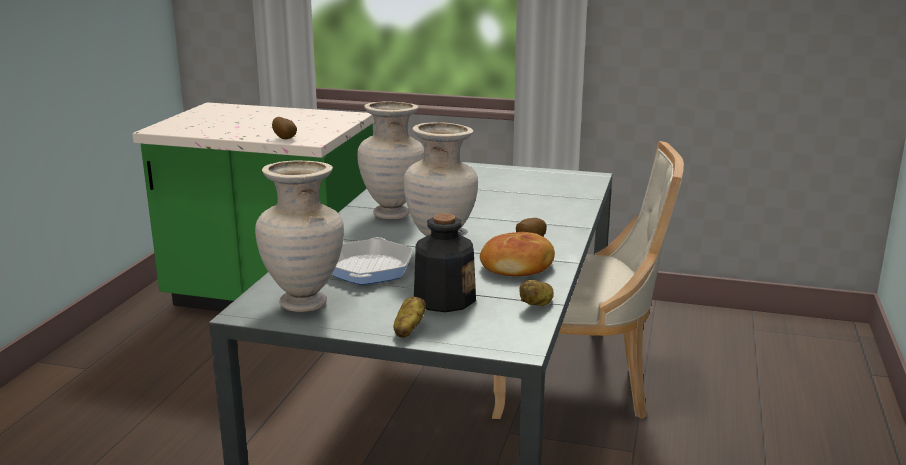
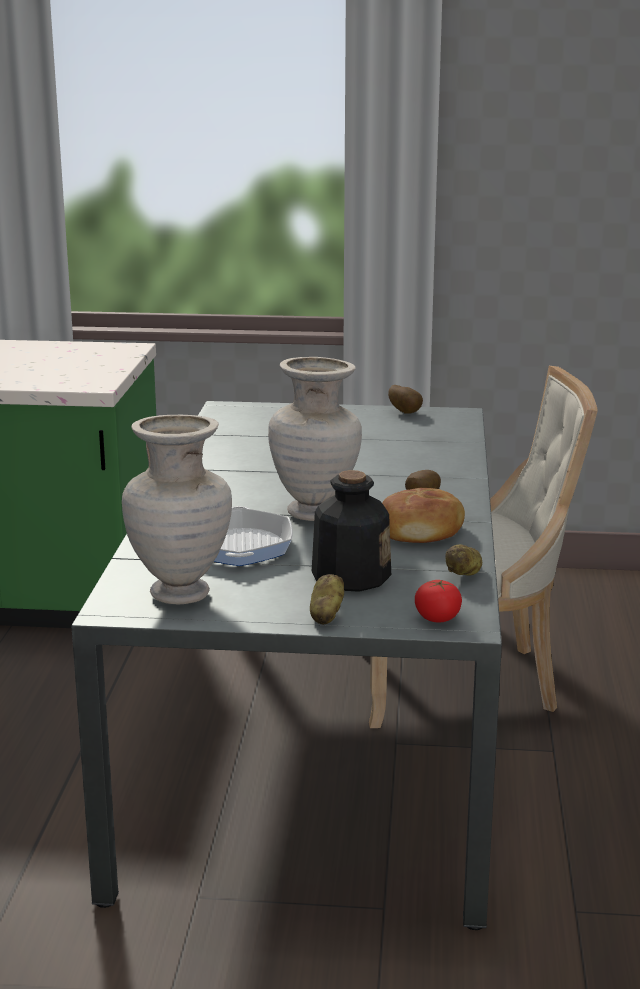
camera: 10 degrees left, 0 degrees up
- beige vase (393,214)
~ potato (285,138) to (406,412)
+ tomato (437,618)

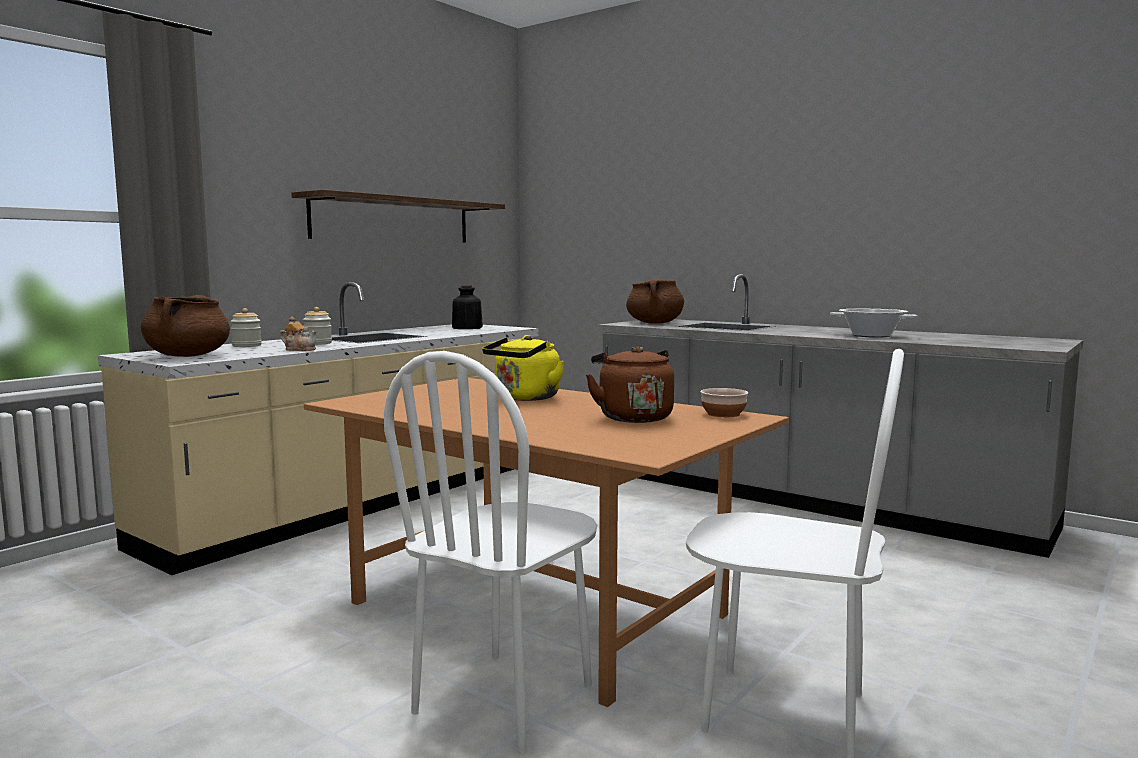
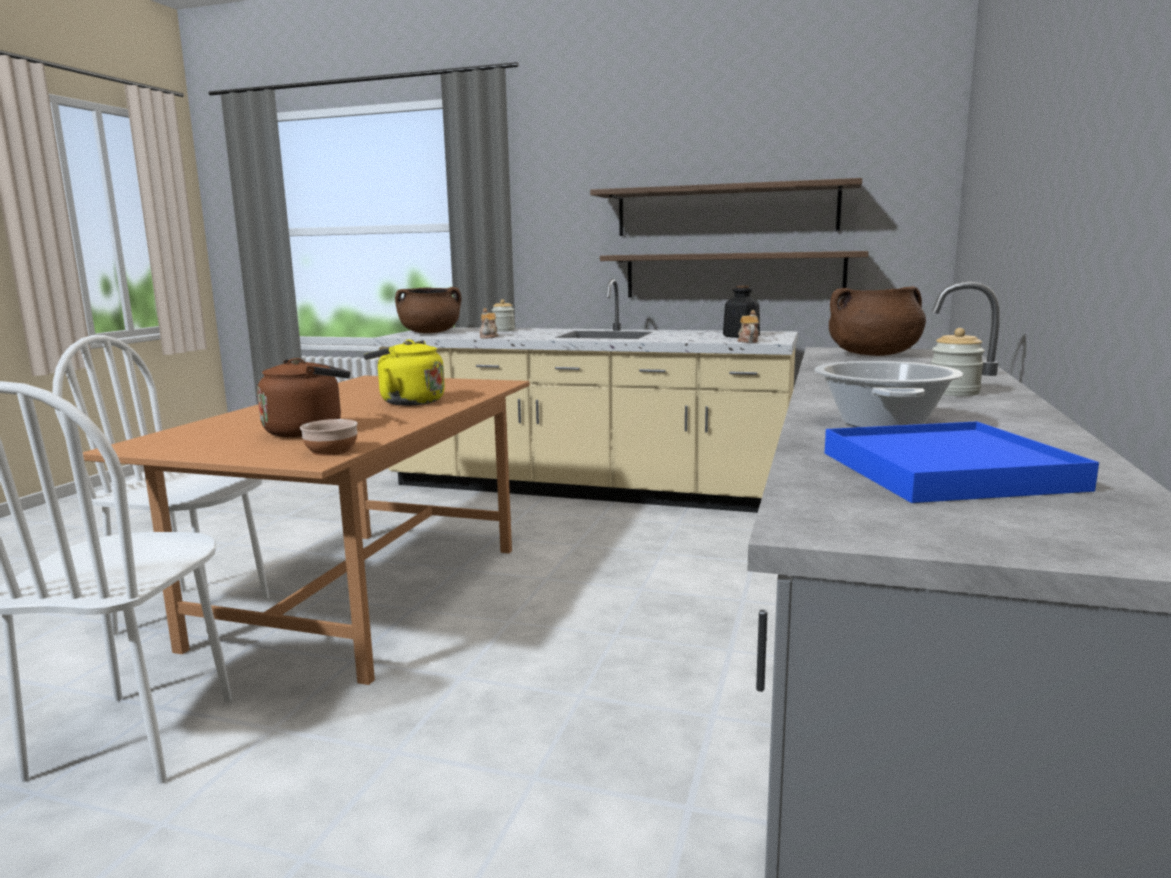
camera: 70 degrees right, 5 degrees up
~ jar (318,343) to (954,392)
+ shelf (733,275)
+ teapot (747,341)
+ blue tray (946,471)

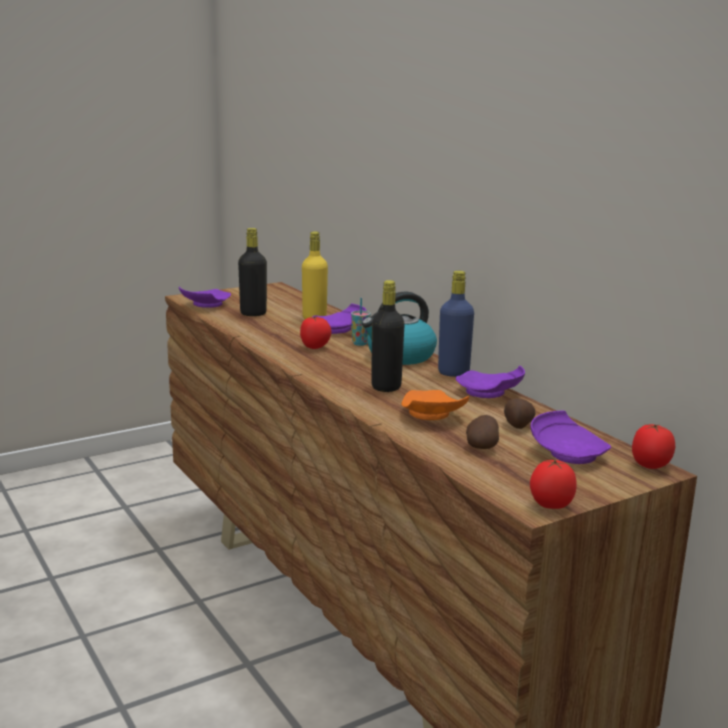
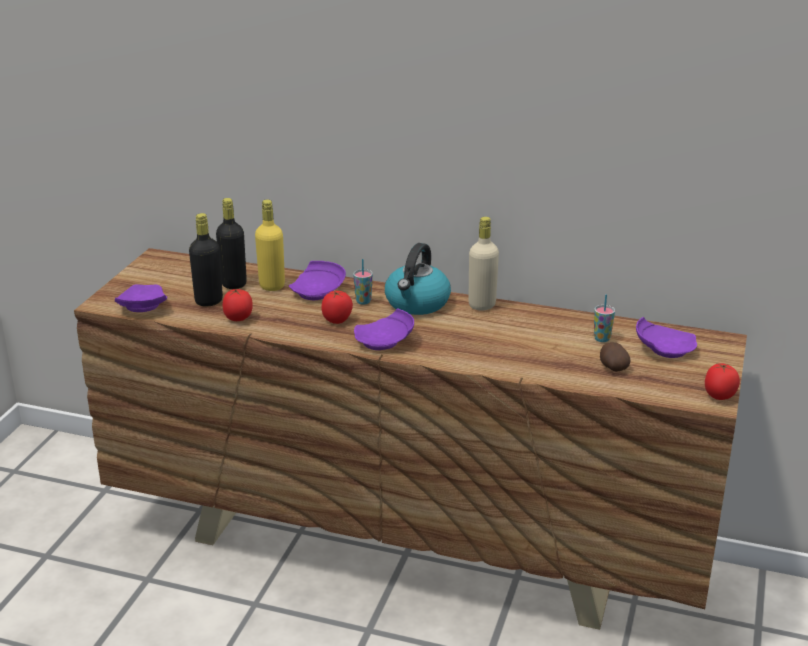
camera: 40 degrees left, 10 degrees up
~ blue bottle (453,373) to beige bottle (482,305)
~ black bottle (386,387) to (234,284)
~ purple plate (490,393) to (385,342)
- orange plate (430,416)
~ potato (518,425) to cup (602,339)
~ tomato (650,466) to (238,319)

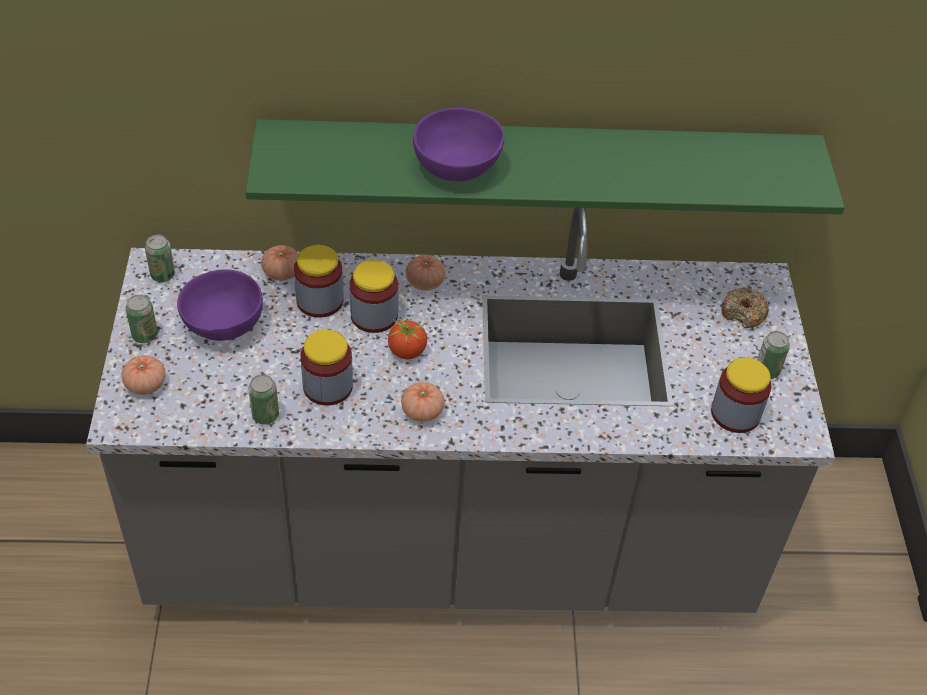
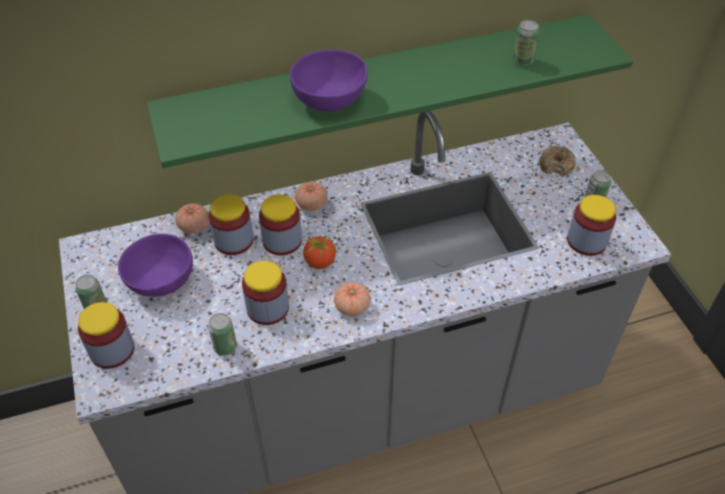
camera: 15 degrees left, 0 degrees up
~ can (163,275) to (522,61)
~ tomato (145,384) to jar (112,350)

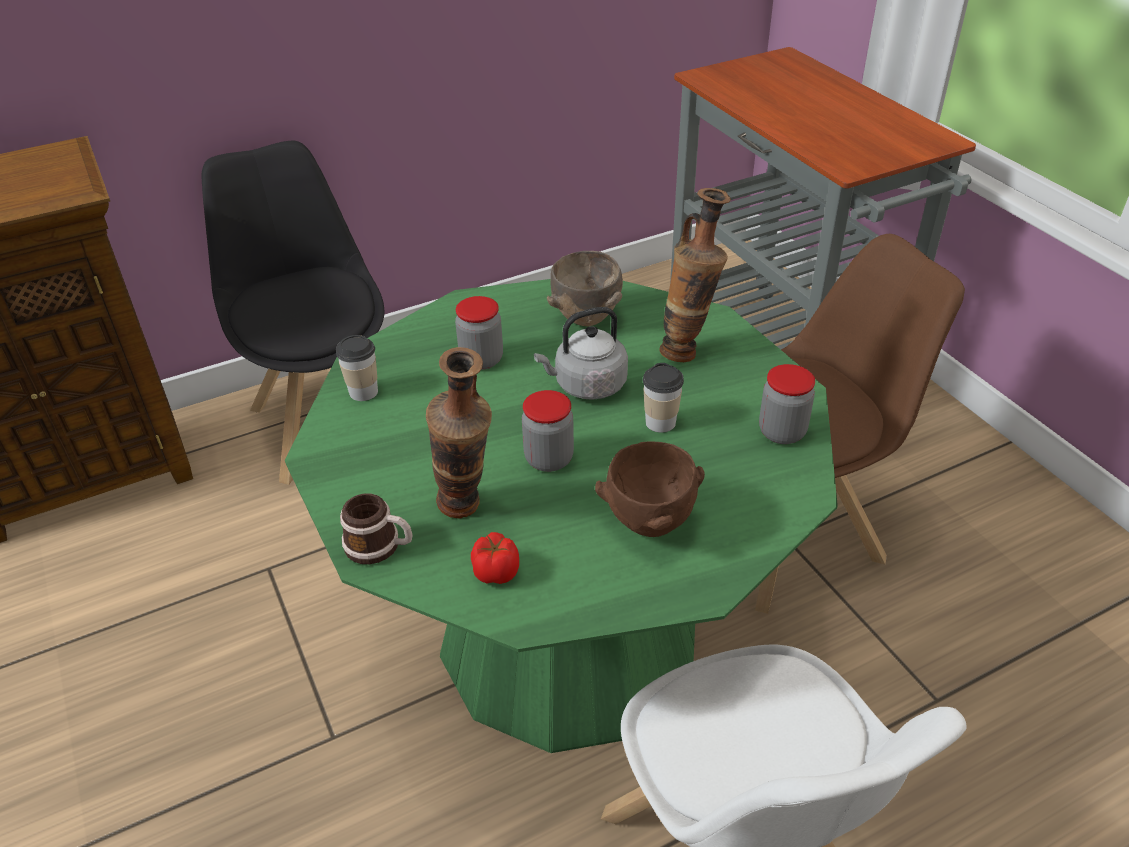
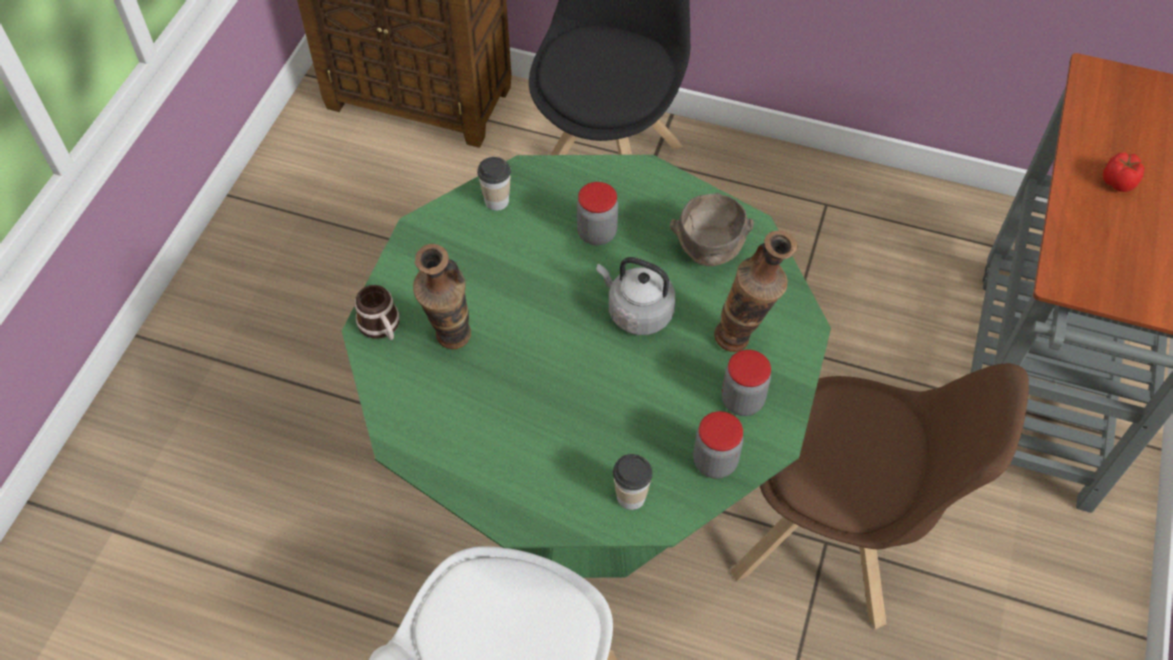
camera: 45 degrees right, 15 degrees up
~ cup (660,422) to (631,496)
~ jar (549,459) to (742,400)
- brown bowl (649,523)
~ tomato (496,571) to (1118,181)

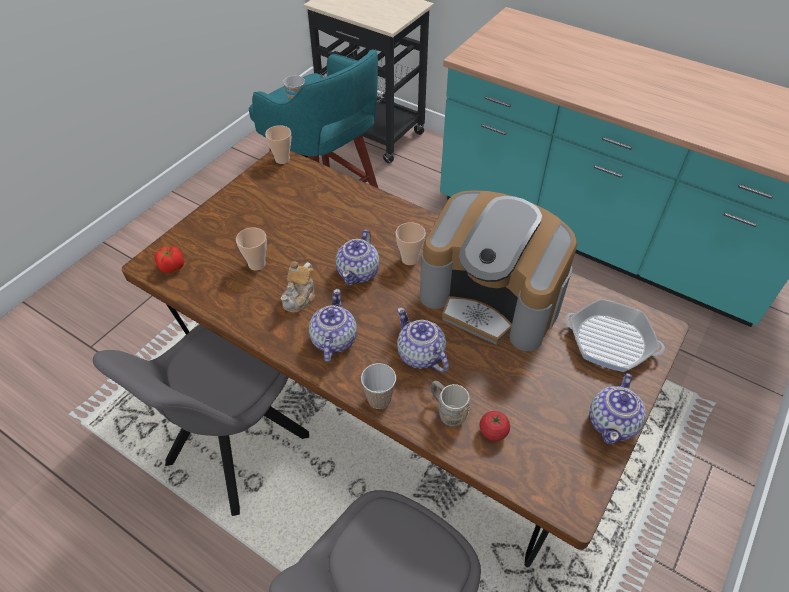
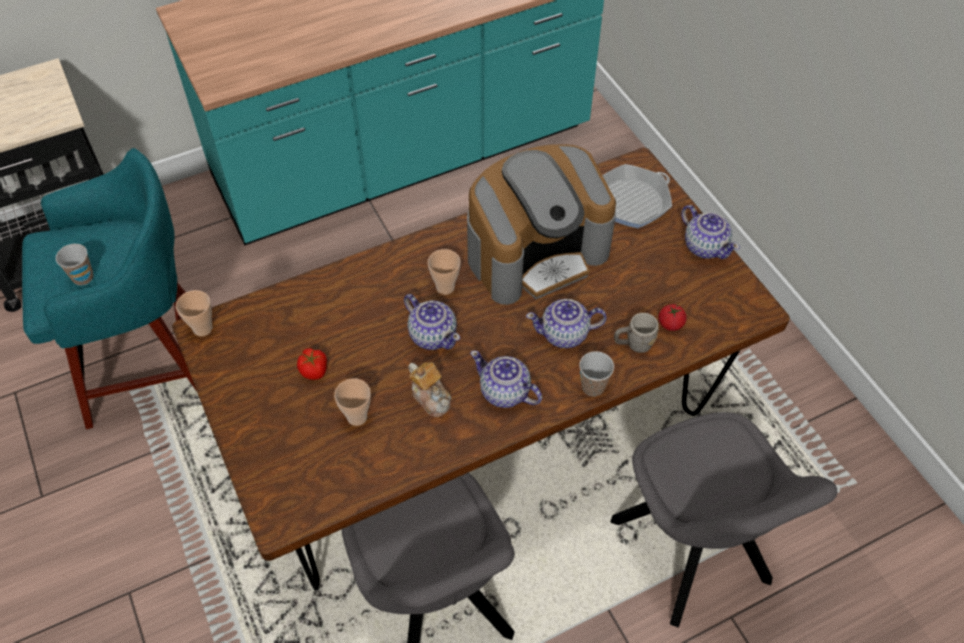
camera: 60 degrees left, 5 degrees up
~ tomato (172,267) to (314,370)

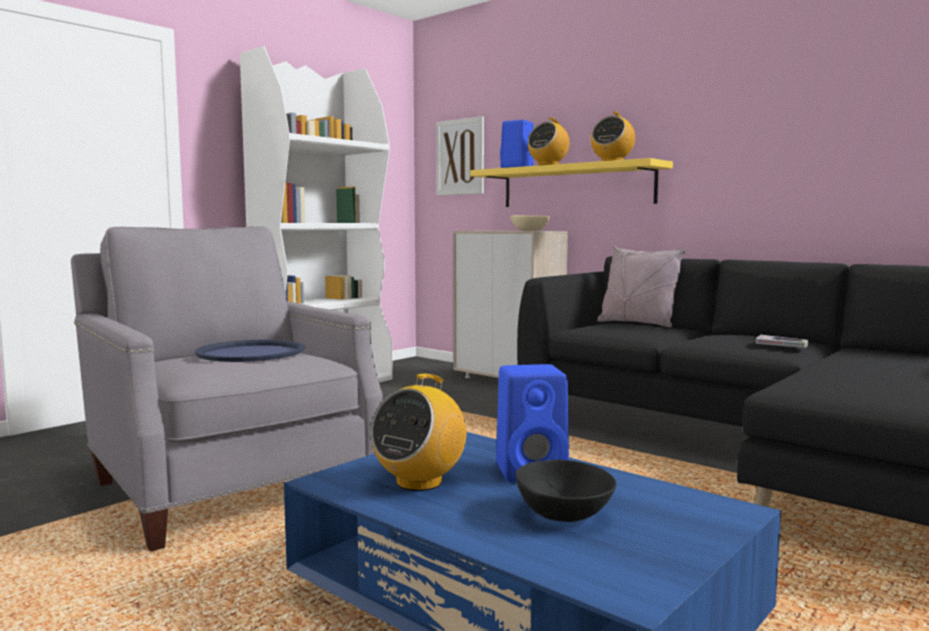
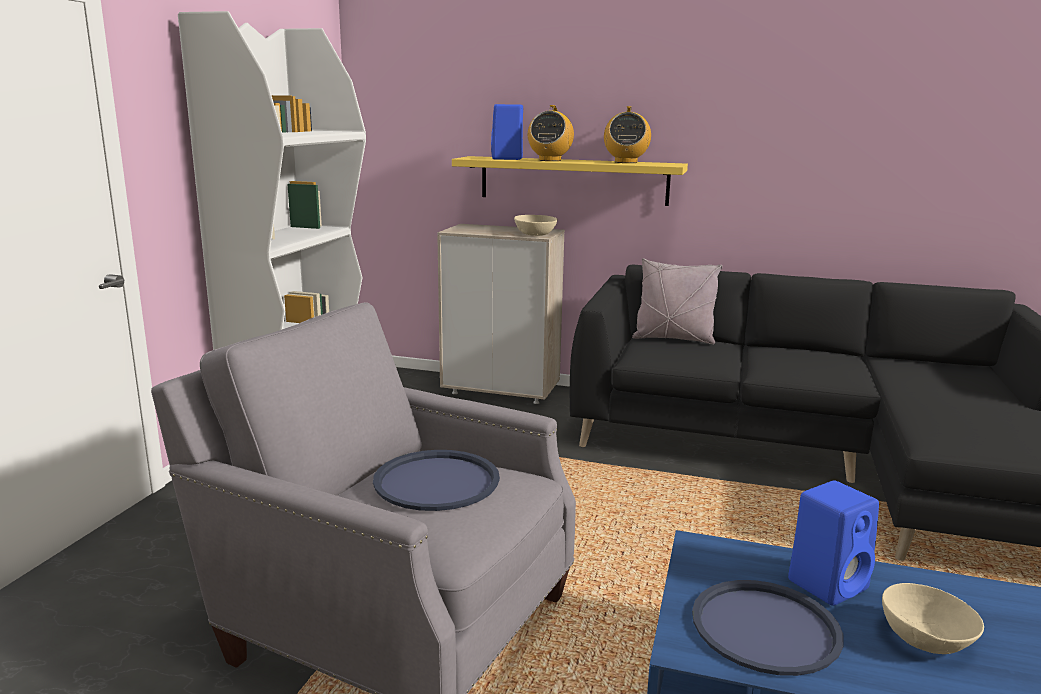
camera: 25 degrees left, 10 degrees up
- picture (460,157)
- book (781,346)
~ radio (419,482) to blue tray (765,627)
~ black bowl (564,514) to beige bowl (925,639)

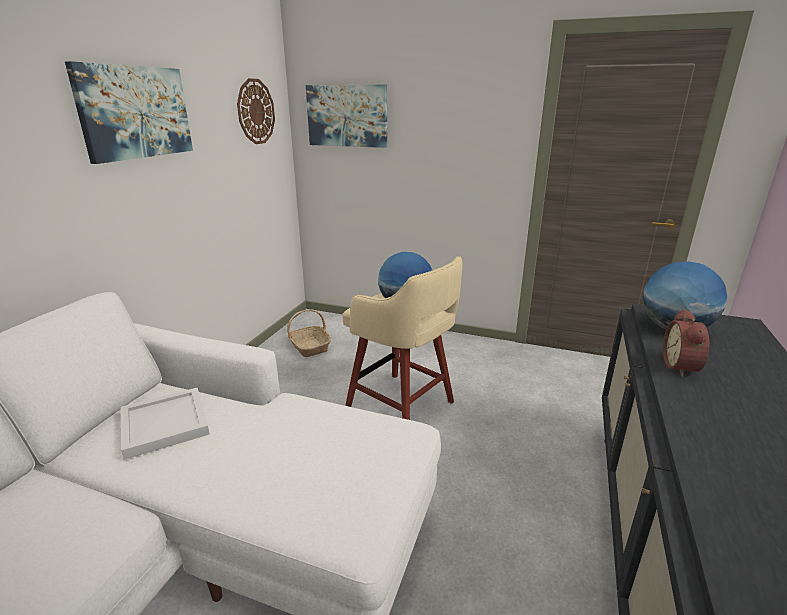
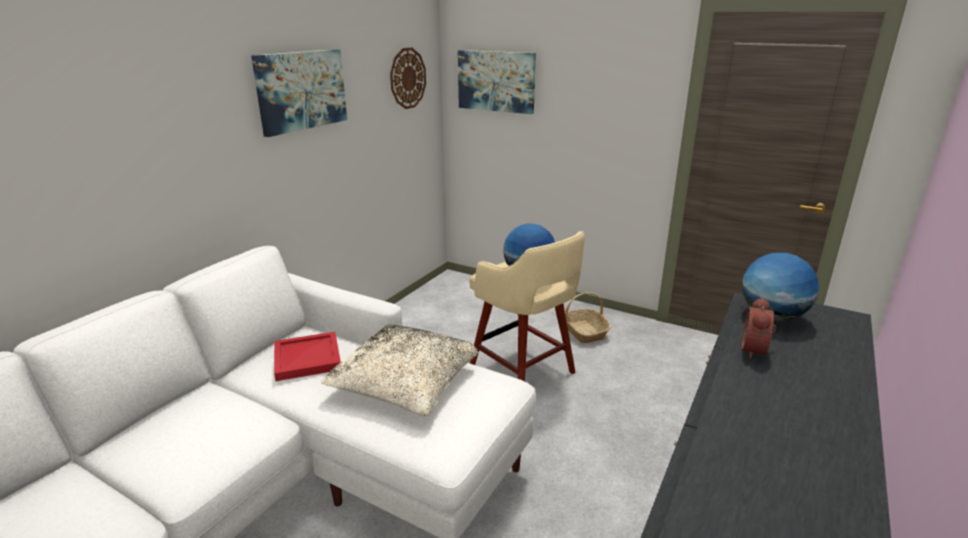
camera: 10 degrees right, 0 degrees up
~ basket (309,346) to (584,331)
~ white tray (163,424) to red tray (306,358)
+ beige pillow (405,381)

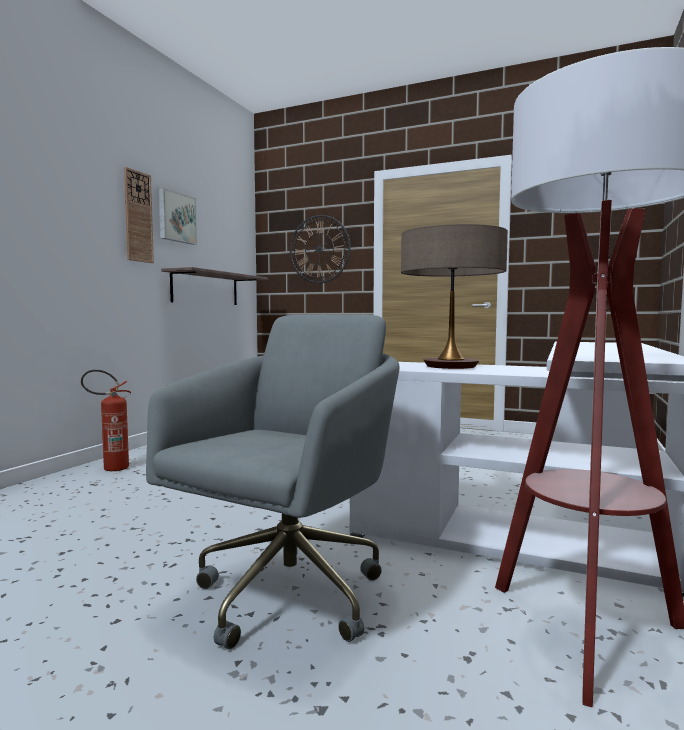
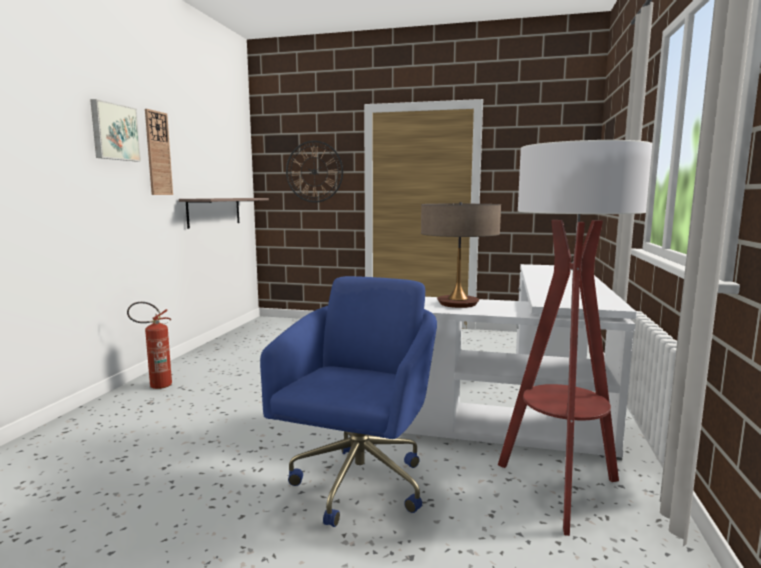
camera: 10 degrees left, 5 degrees up
~ picture (176,217) to (114,132)
~ grey office chair (284,600) to blue office chair (357,488)

